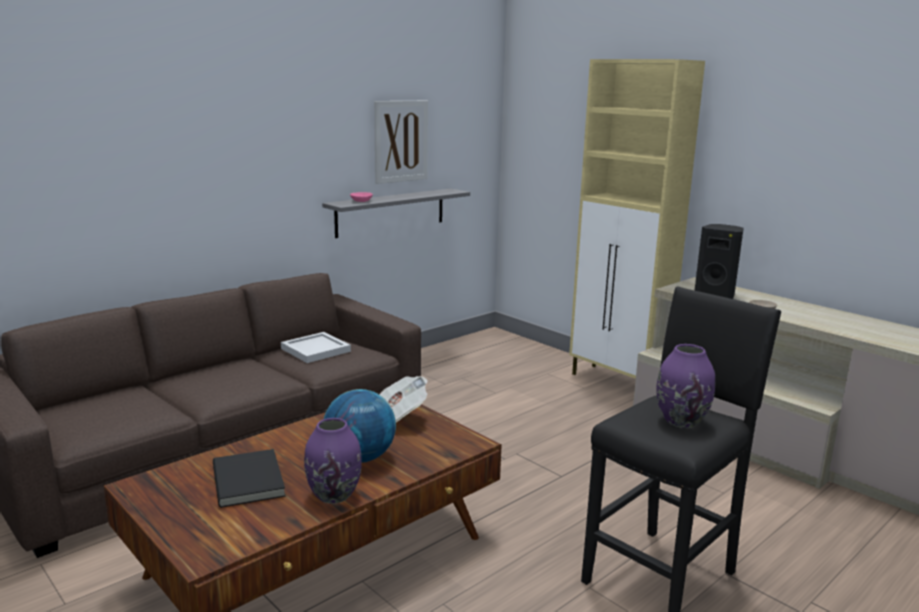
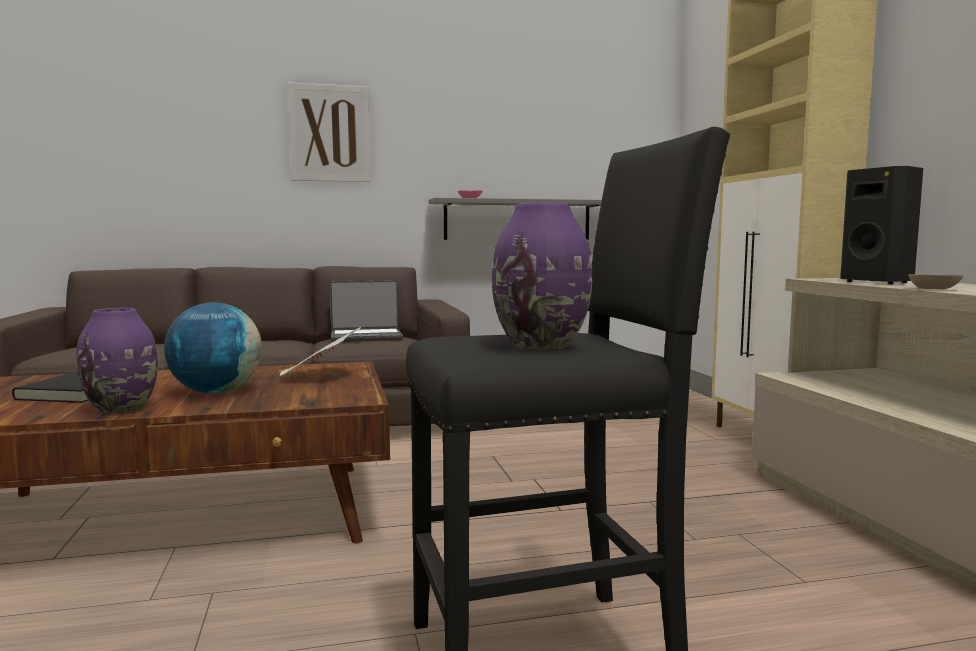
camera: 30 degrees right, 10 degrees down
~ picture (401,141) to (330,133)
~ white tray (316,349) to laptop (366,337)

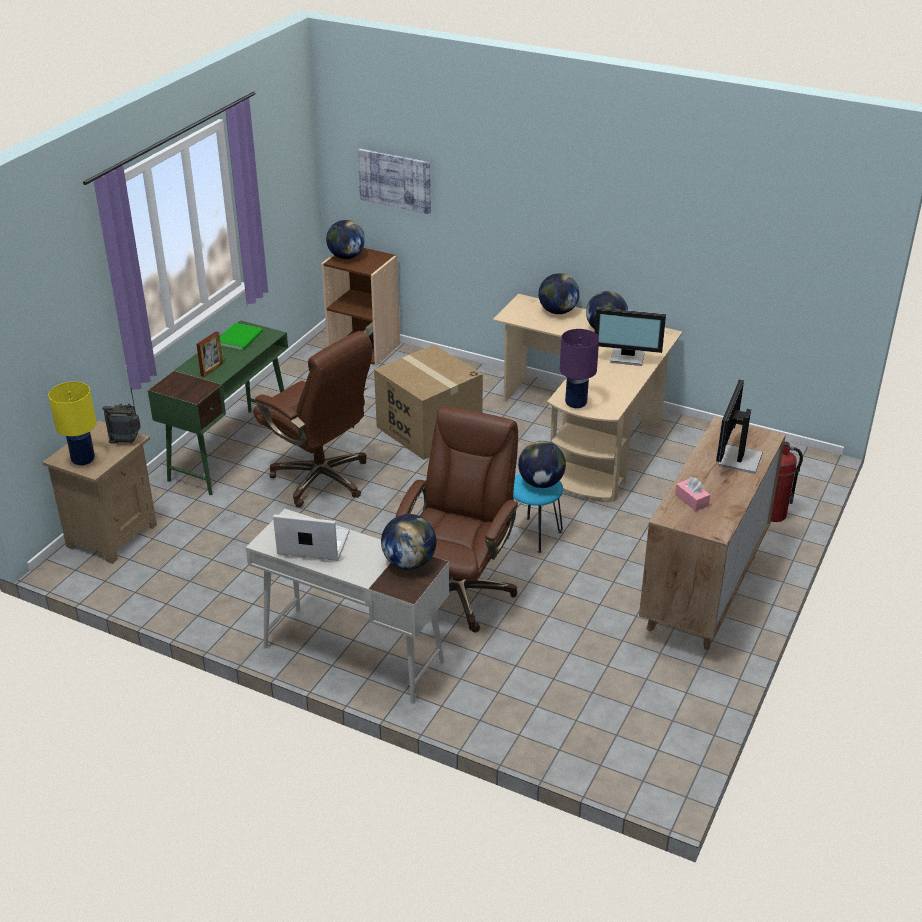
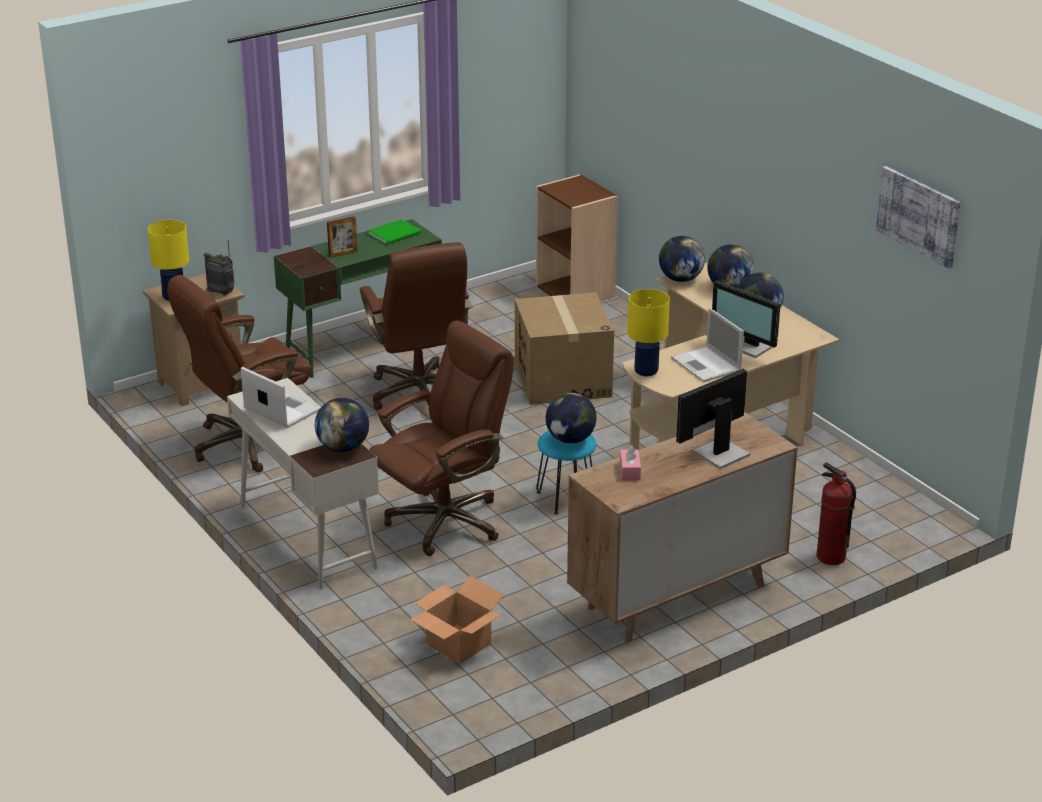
camera: 30 degrees right, 5 degrees down
~ picture (395,180) to (919,216)
~ globe (346,257) to (680,279)
~ purple table lamp (575,404) to yellow table lamp (646,372)
+ brown office chair (249,443)
+ laptop (707,365)
+ cardboard box (459,644)

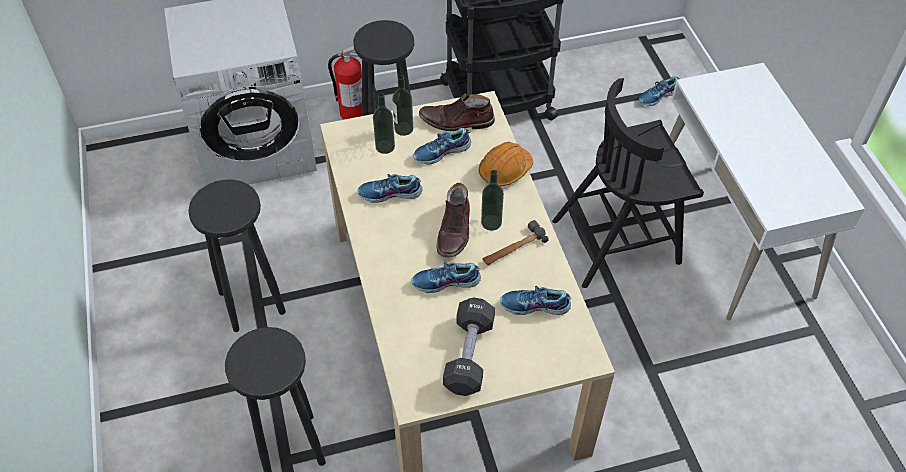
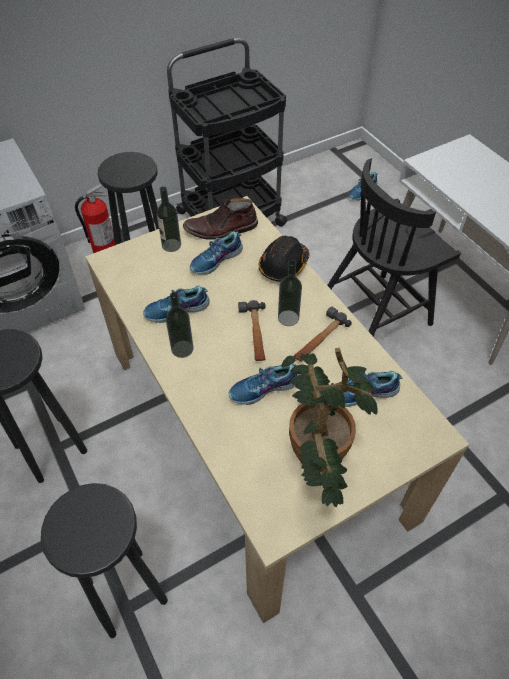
camera: 15 degrees left, 0 degrees up
~ bottle (385,146) to (182,349)
~ orange hard hat (505,170) to black hard hat (283,265)
~ brown boot (455,230) to hammer (254,333)
~ black dumbbell (469,355) to potted plant (315,463)

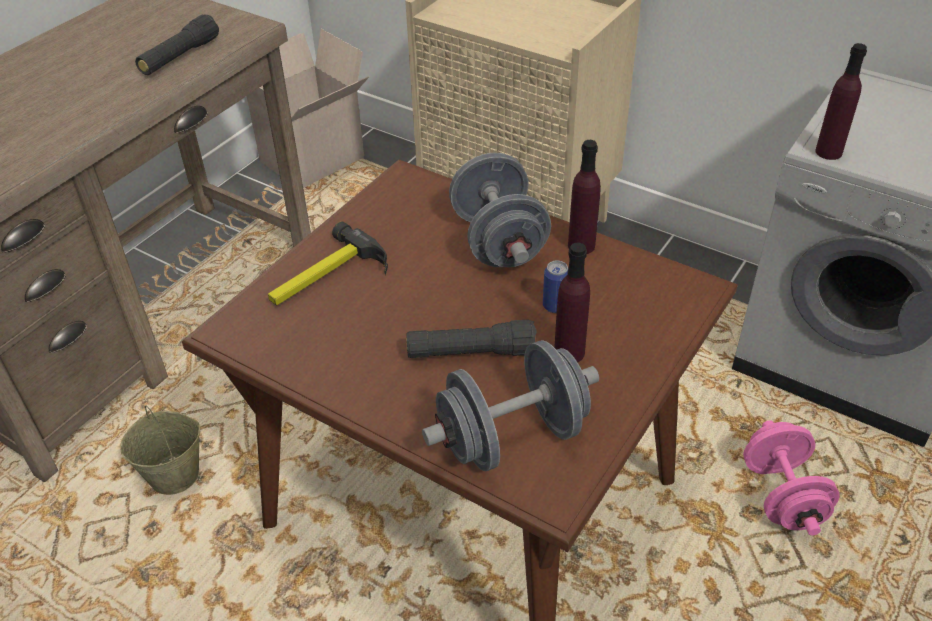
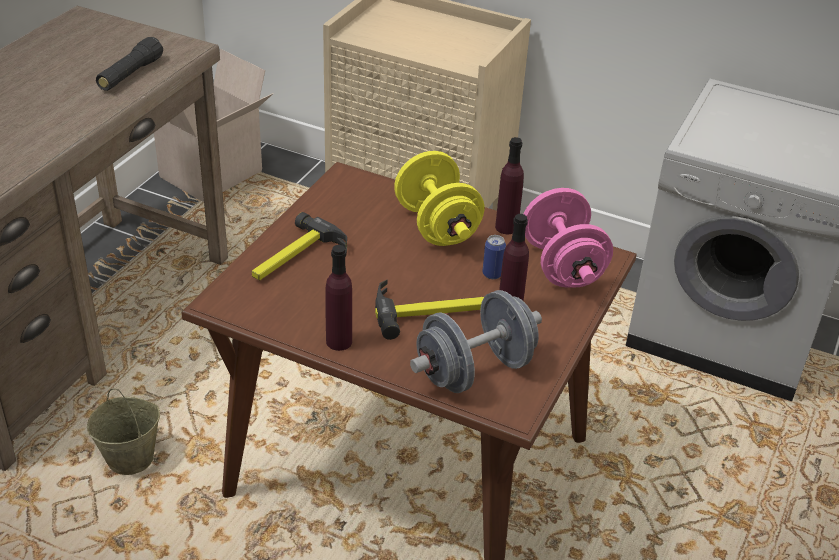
camera: 10 degrees left, 5 degrees down
~ purple bottle (828,152) to (339,341)
~ grey dumbbell (498,241) to yellow dumbbell (437,226)
~ black flashlight (471,353) to hammer (430,311)
~ pink dumbbell (782,496) to (562,265)

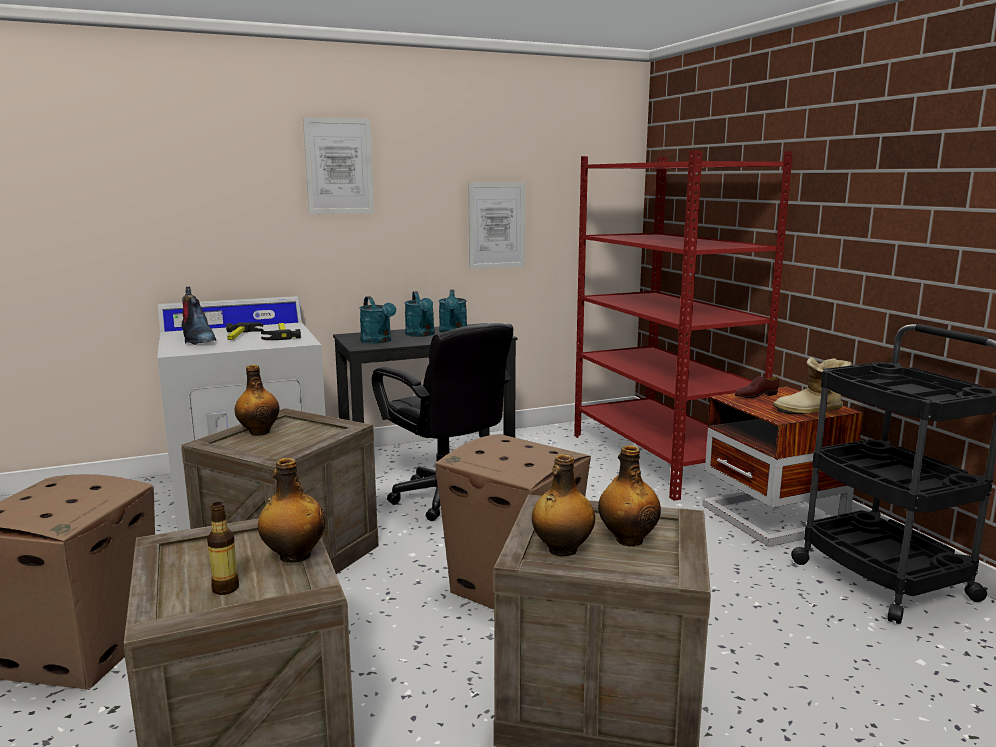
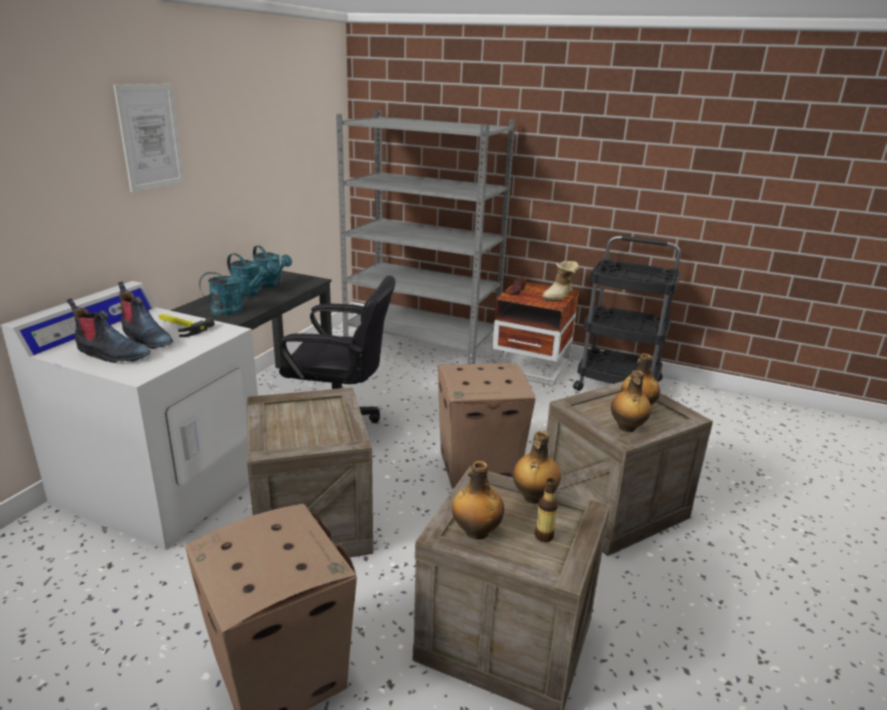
camera: 45 degrees left, 10 degrees up
~ red bookcase (660,458) to grey bookcase (421,346)
- picture (496,225)
~ turquoise watering can (378,341) = (233,309) 45 degrees counterclockwise
~ hammer (240,336) to boot (145,339)
~ bottle (259,432) to (476,532)

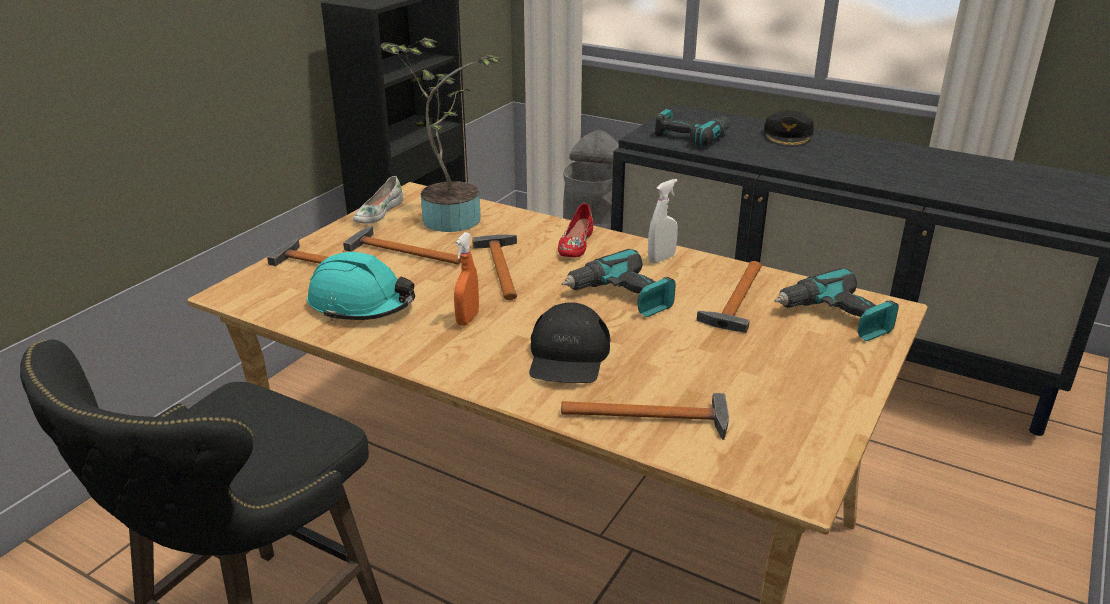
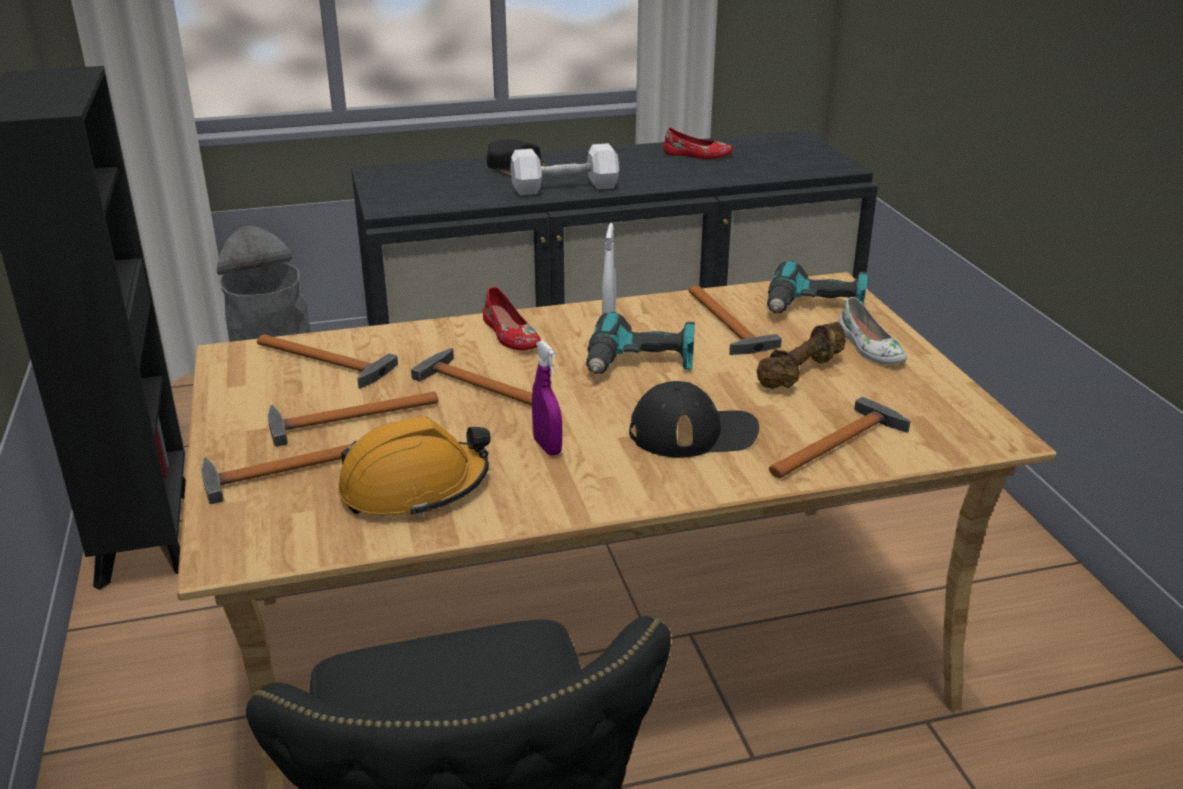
camera: 45 degrees left, 0 degrees up
~ potted plant (449,217) to hammer (327,362)
- power drill (691,136)
~ white shoe (378,212) to (869,348)
~ orange spray bottle (467,319) to purple spray bottle (547,446)
~ turquoise hard hat (362,304) to orange hard hat (414,487)
~ black cap (568,356) = (693,432) 60 degrees counterclockwise
+ red shoe (697,155)
+ white dumbbell (564,188)
+ brown dumbbell (802,373)

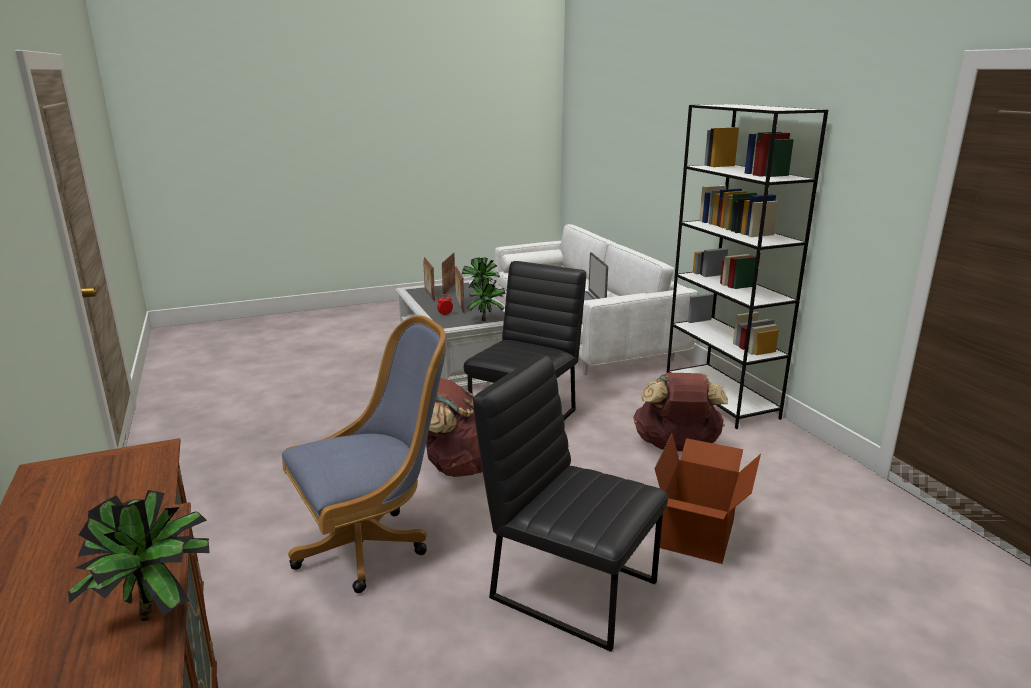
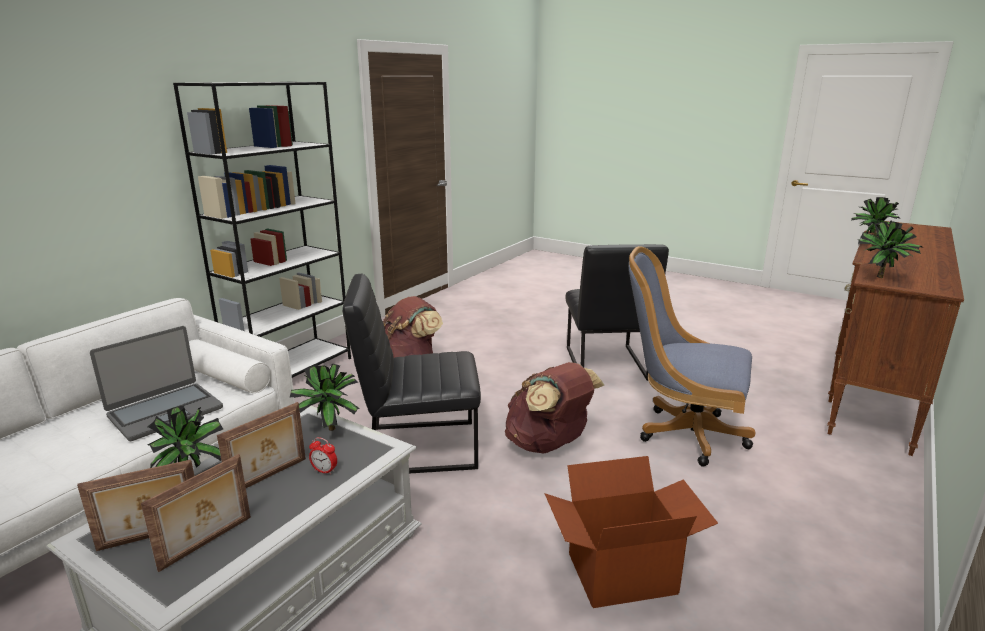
camera: 125 degrees left, 0 degrees up
~ cardboard box (698,534) to (621,572)
+ potted plant (883,278)

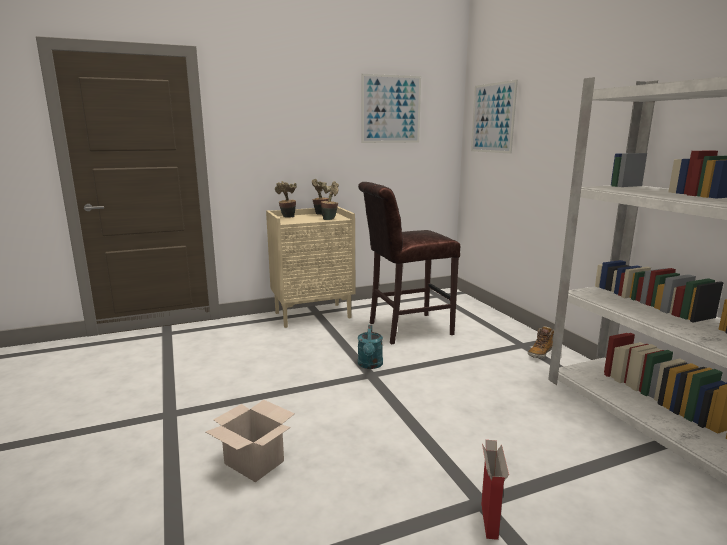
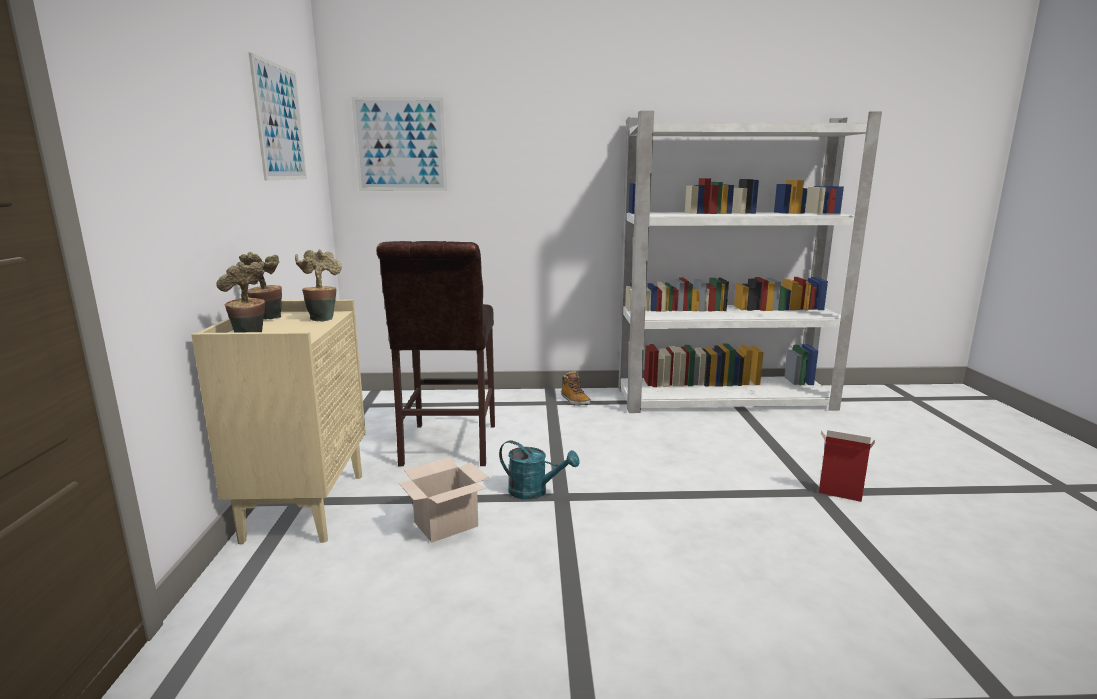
camera: 70 degrees left, 0 degrees up
~ cardboard box (256,462) to (447,523)

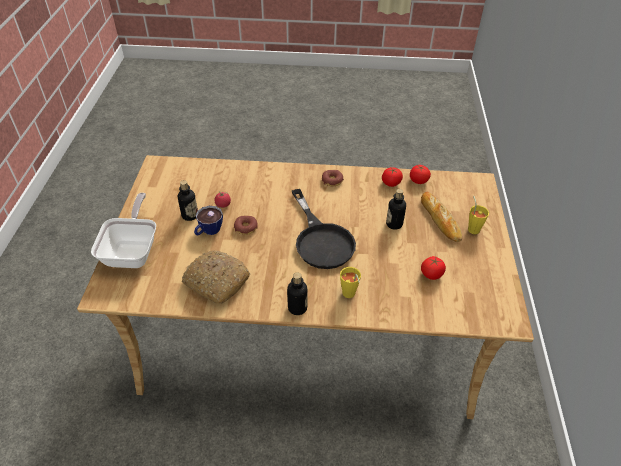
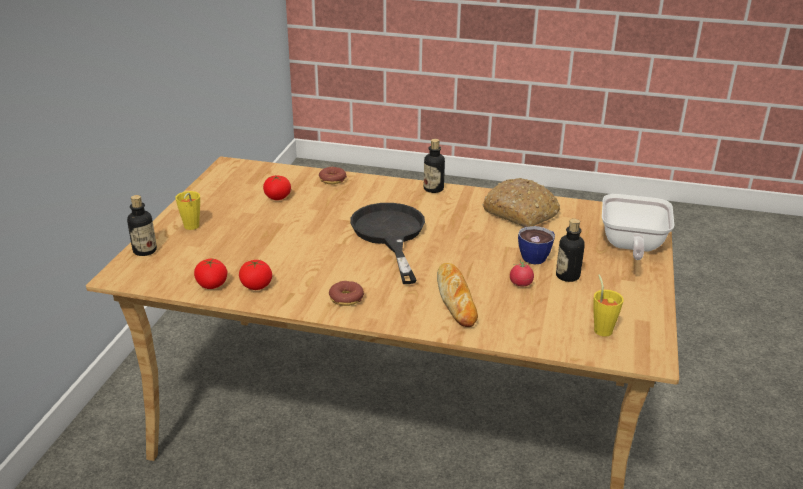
camera: 170 degrees left, 15 degrees down
~ bottle (394,224) to (145,251)
~ bread (440,219) to (456,298)
~ donut (246,227) to (332,180)
~ yellow cup (349,295) to (602,328)

